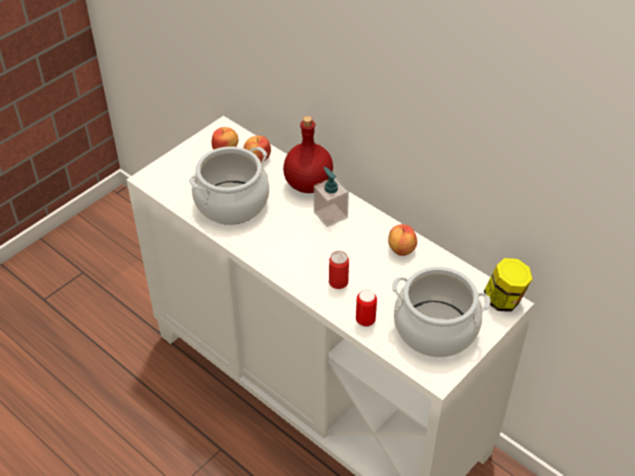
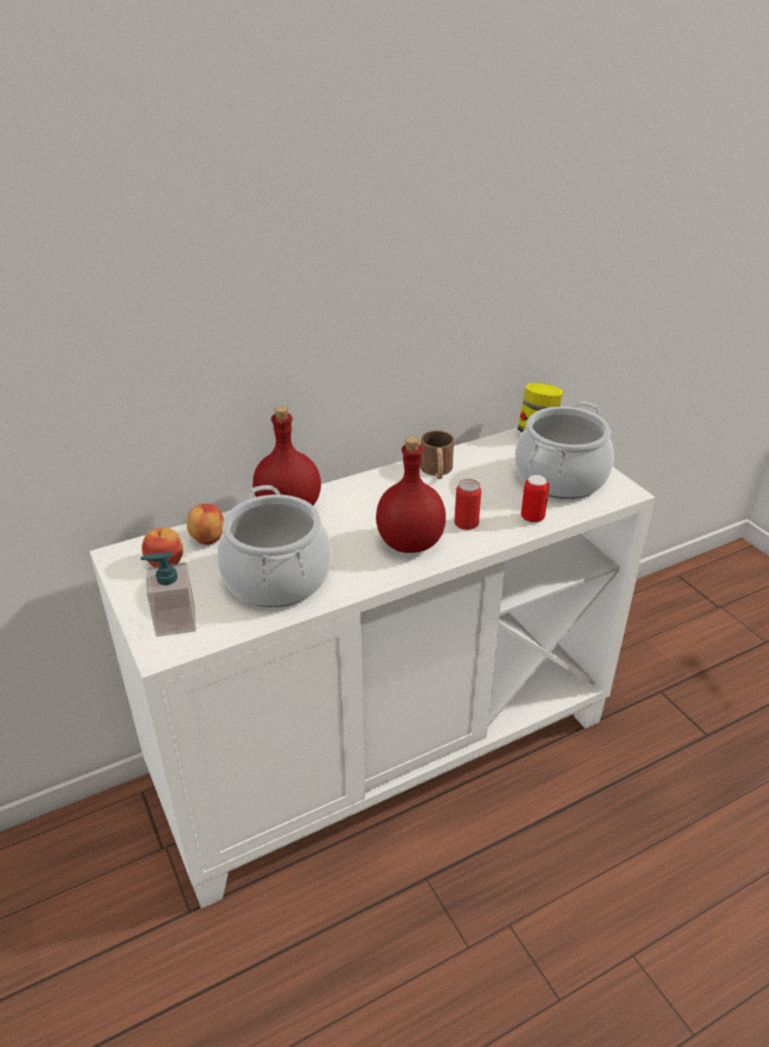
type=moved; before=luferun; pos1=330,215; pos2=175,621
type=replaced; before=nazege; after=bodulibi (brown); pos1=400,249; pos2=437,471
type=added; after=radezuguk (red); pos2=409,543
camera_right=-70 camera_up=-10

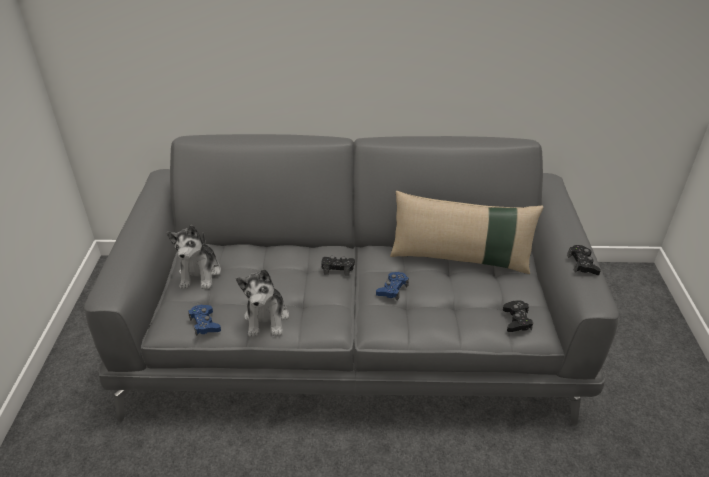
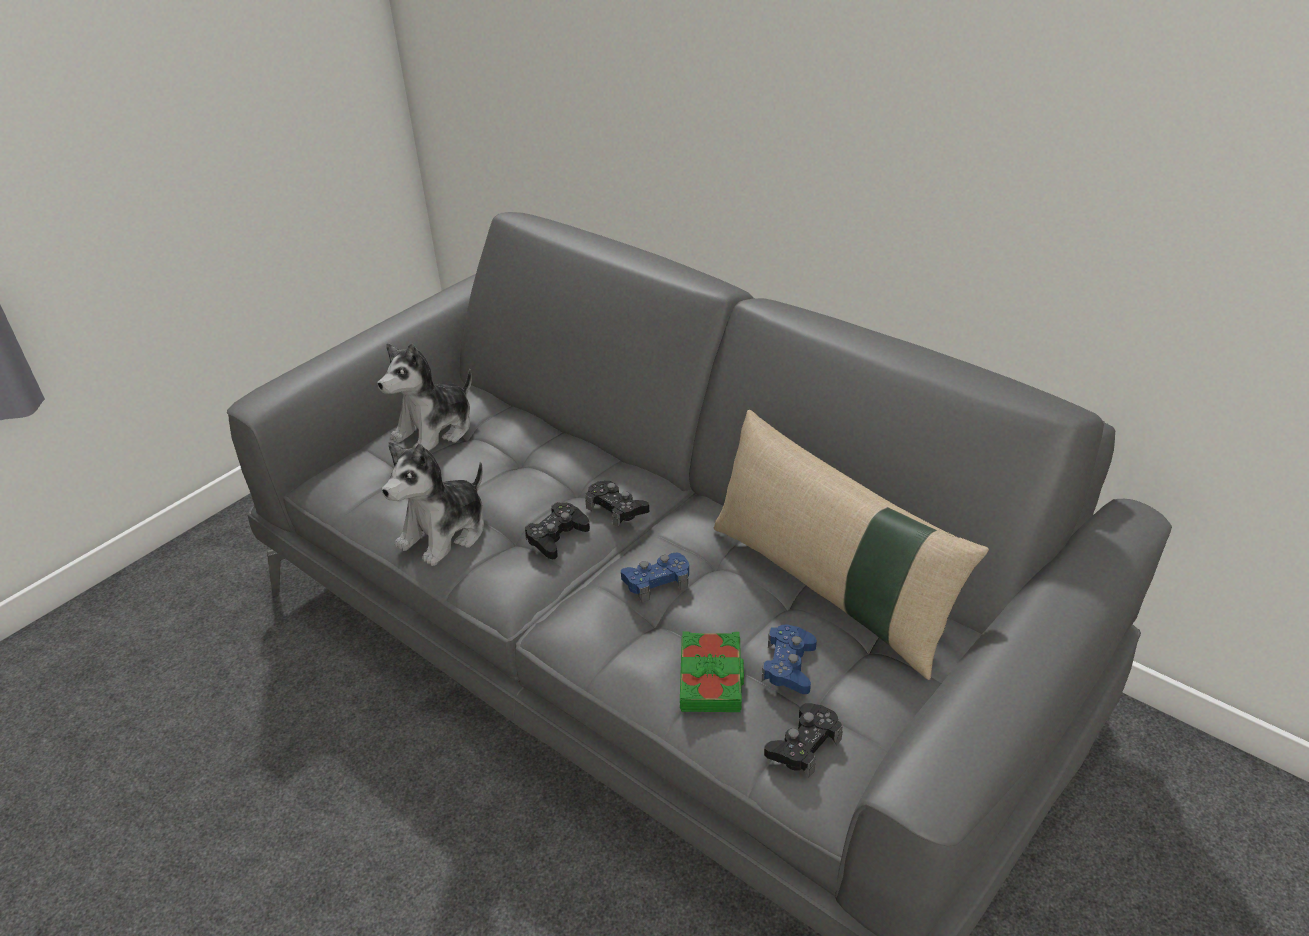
type=moved; before=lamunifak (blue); pos1=205,324; pos2=789,666
type=moved; before=lamunifak (black); pos1=582,264; pos2=557,536
type=added; after=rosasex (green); pos2=712,678
camera_right=40 camera_up=0

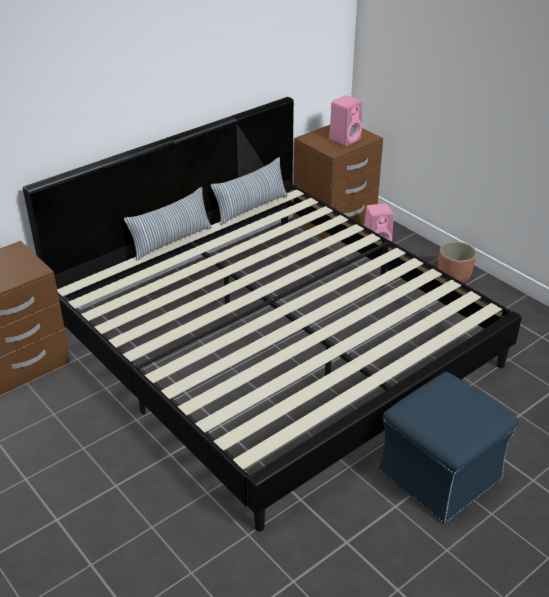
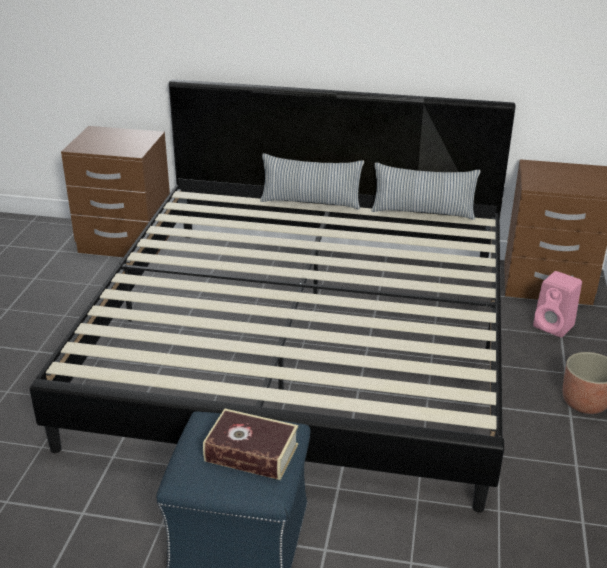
type=removed; before=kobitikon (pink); pos1=345,139
type=added; after=rosasex; pos2=251,453
camera_right=50 camera_up=-5

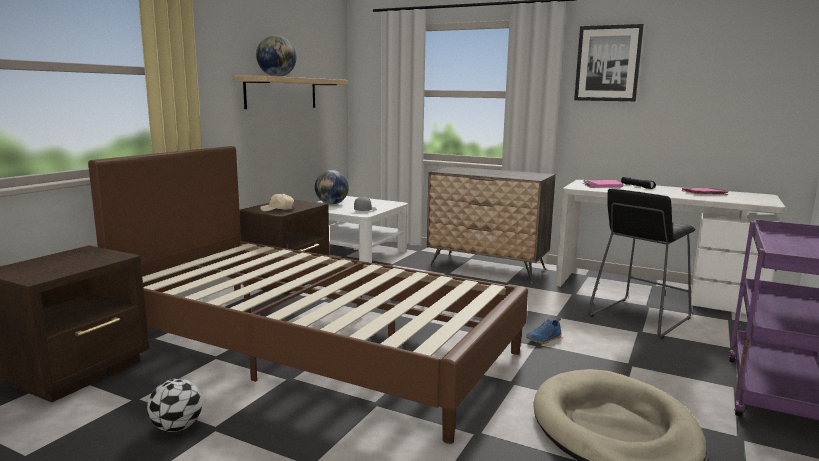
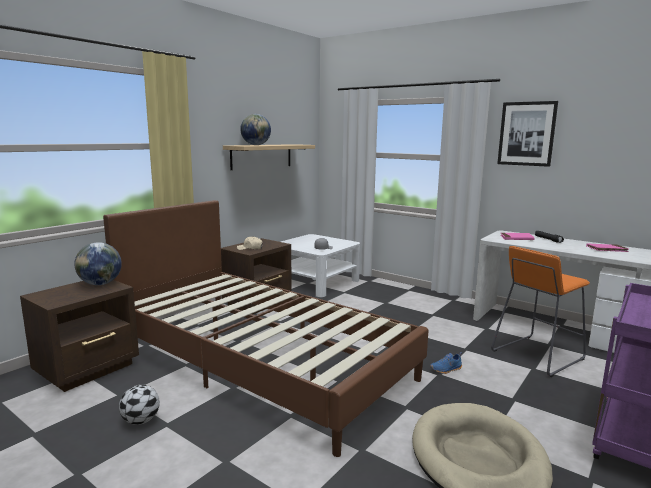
type=moved; before=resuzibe; pos1=332,204; pos2=100,284
type=removed; before=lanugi; pos1=488,268
type=recoloured; before=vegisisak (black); after=vegisisak (orange); pos1=639,318; pos2=537,355
camera_right=10 camera_up=0

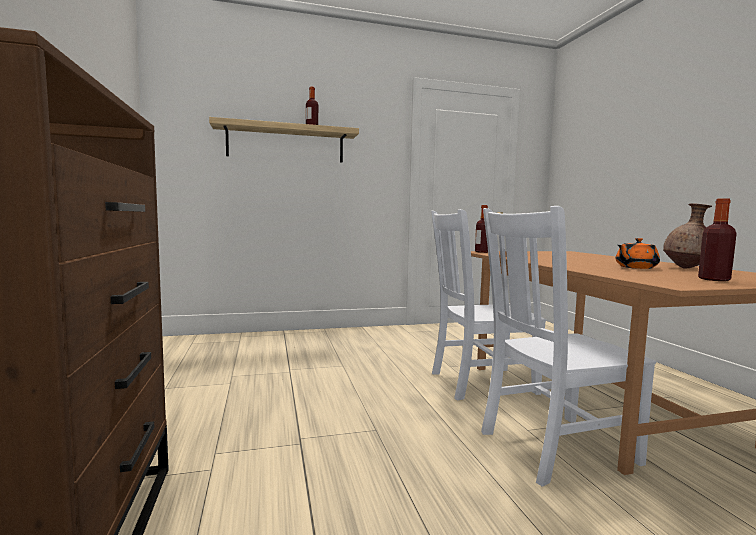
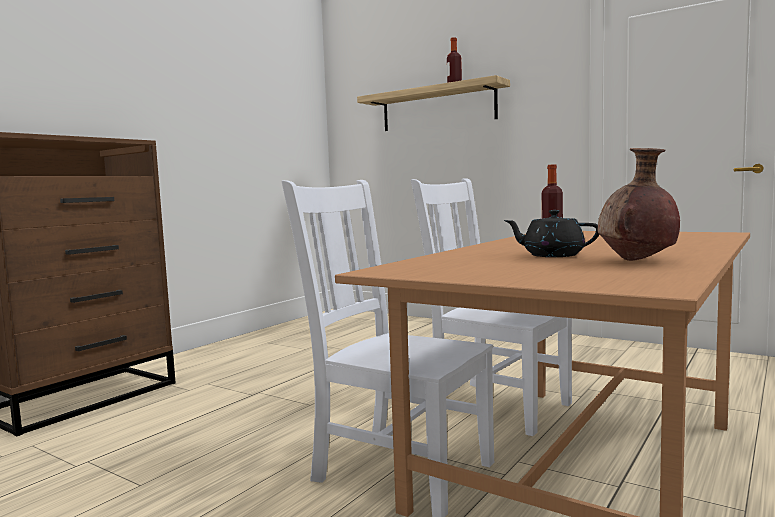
type=recoloured; before=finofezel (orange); after=finofezel (black); pos1=635,267; pos2=552,255
type=removed; before=radezuguk; pos1=714,279
camera_right=50 camera_up=0

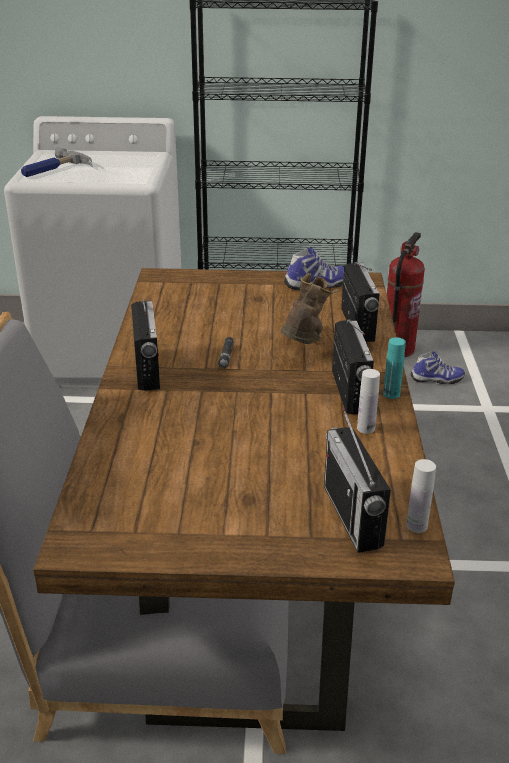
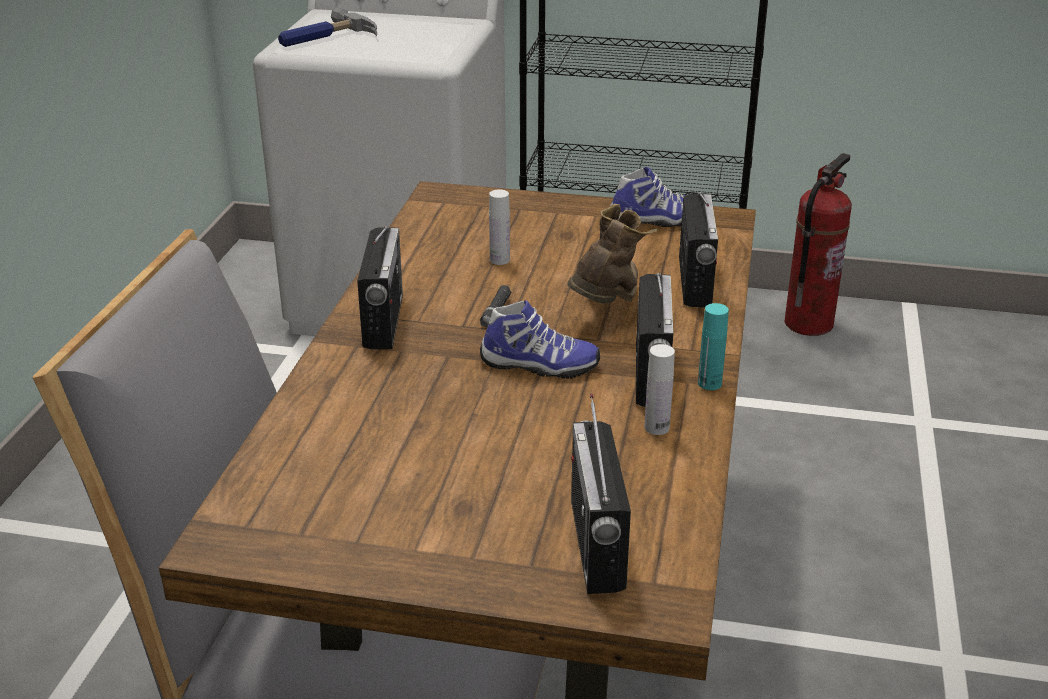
type=moved; before=radezuguk (white); pos1=416,525; pos2=499,260
type=moved; before=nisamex; pos1=437,380; pos2=539,366
camera_right=10 camera_up=0

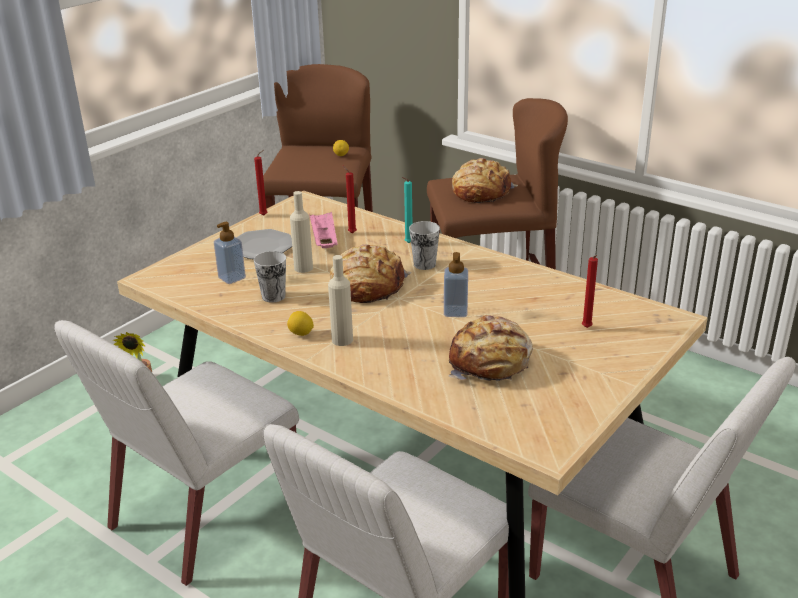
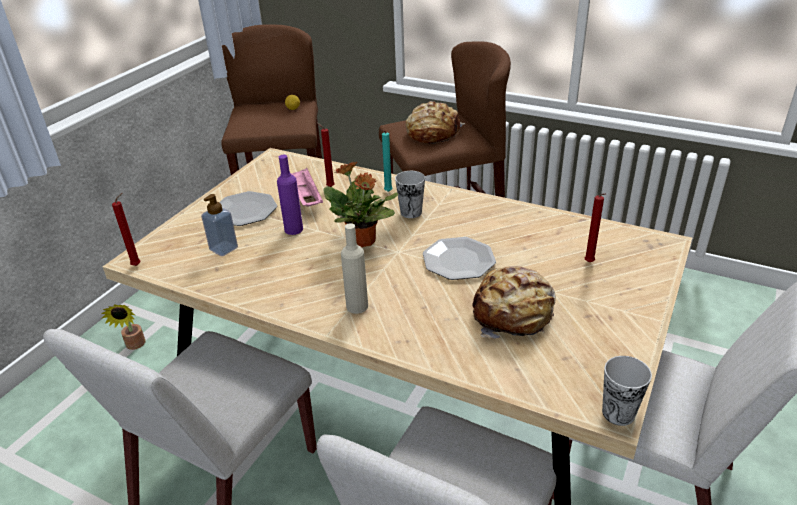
type=moved; before=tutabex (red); pos1=265,215; pos2=138,265
type=moved; before=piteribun; pos1=273,296; pos2=618,413
type=removed; before=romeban; pos1=301,334
type=recoloured; before=radezuguk (beige); after=radezuguk (purple); pos1=303,268; pos2=293,229
type=replaced; before=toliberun; after=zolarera; pos1=367,285; pos2=363,241
type=replaced; before=luferun; after=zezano; pos1=455,311; pos2=458,260
camera_right=-10 camera_up=5

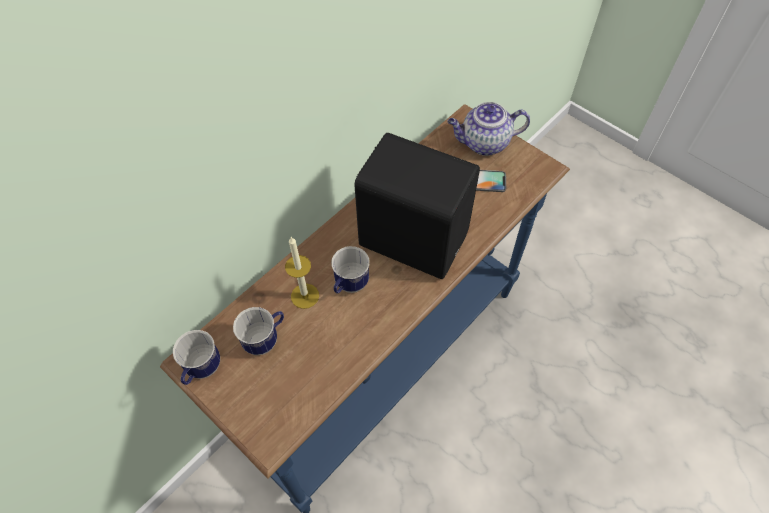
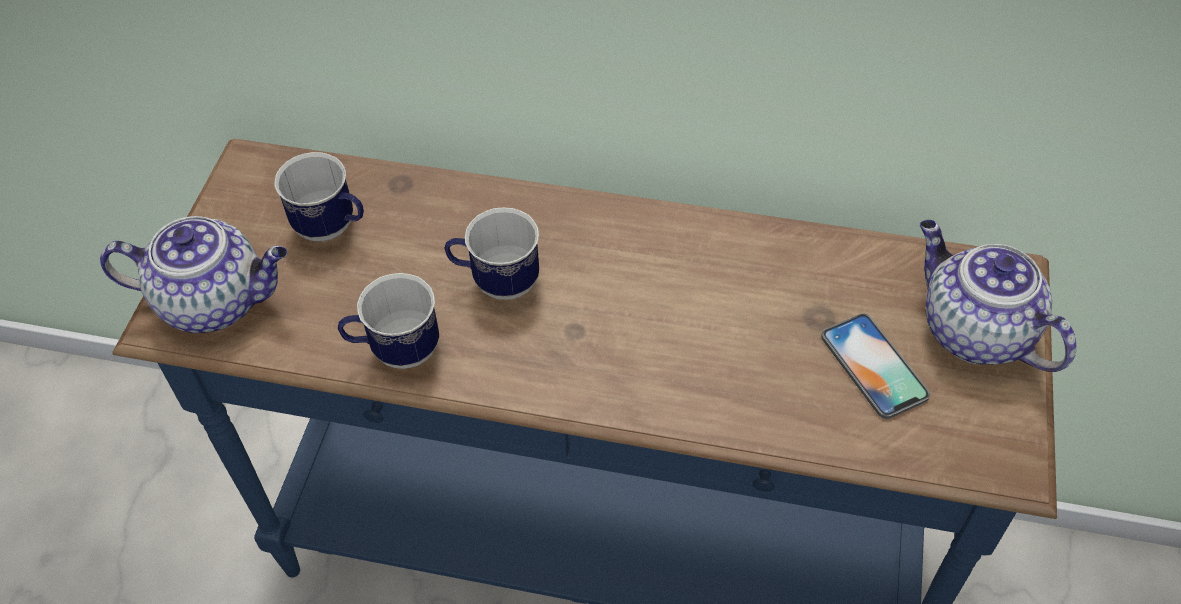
type=moved; before=bodulibi; pos1=201,370; pos2=396,351
type=removed; before=tutabex; pos1=305,296
type=removed; before=kobitikon (black); pos1=413,237
type=added; after=finofezel; pos2=216,301
camera_right=60 camera_up=-5

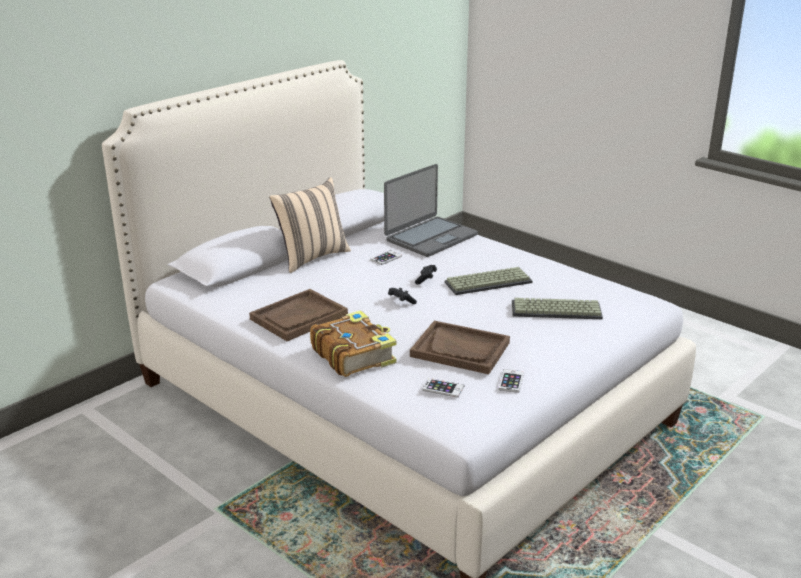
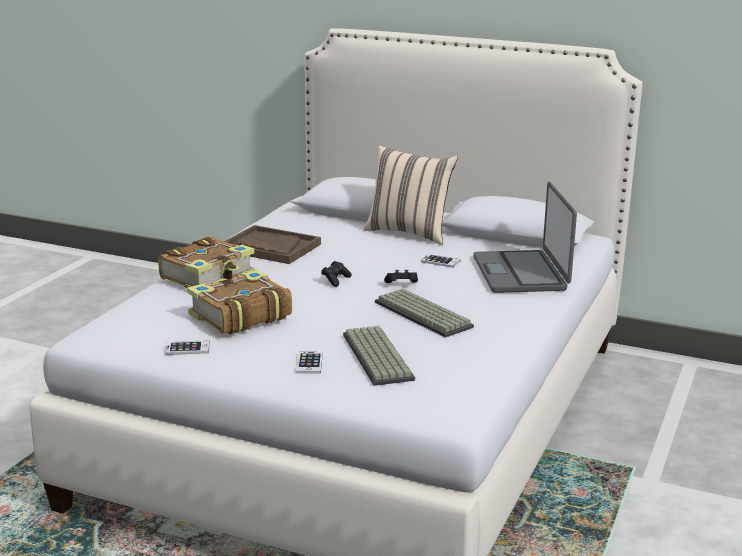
type=turned; before=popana; pos1=430,237; pos2=521,273; turn=60
type=replaced; before=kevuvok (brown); after=rosasex; pos1=460,349; pos2=239,316
type=moved; before=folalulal; pos1=443,388; pos2=309,363
camera_right=70 camera_up=-5

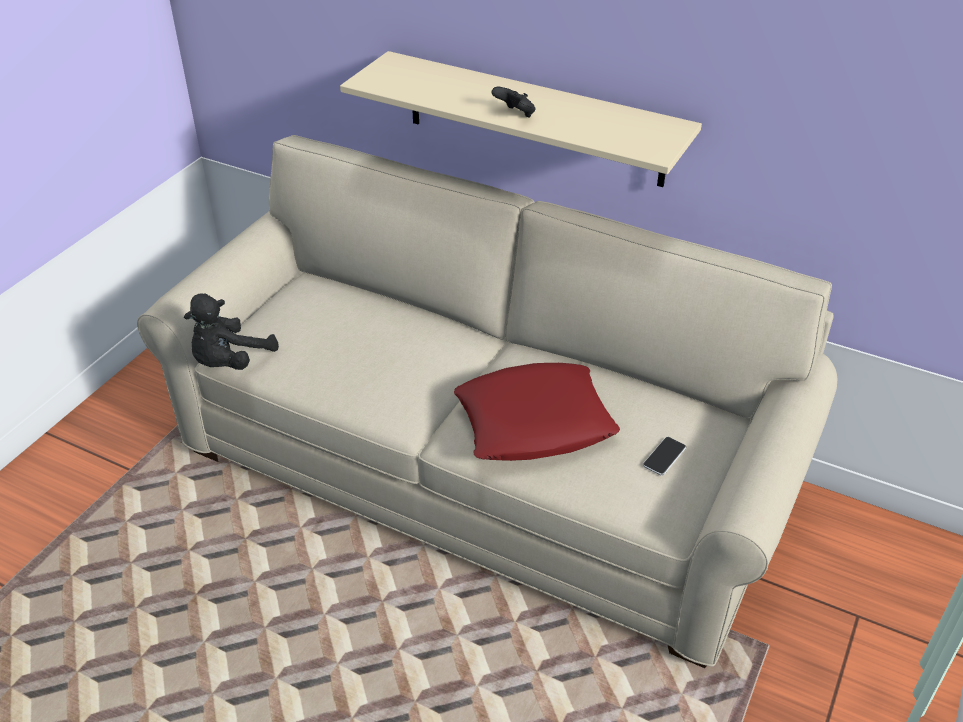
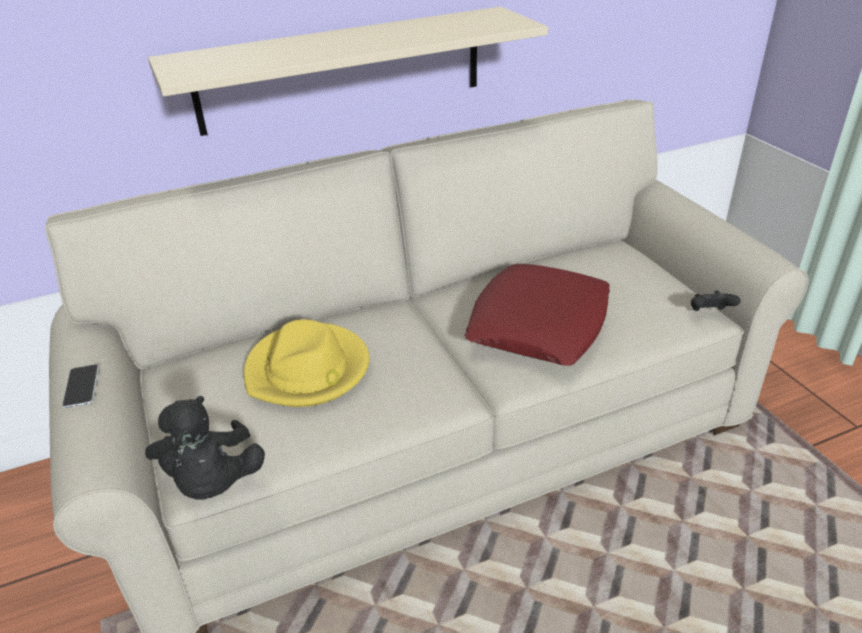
type=moved; before=lamunifak (black); pos1=515,115; pos2=709,313
type=moved; before=folalulal; pos1=664,457; pos2=82,387
type=added; after=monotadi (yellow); pos2=308,370
camera_right=-50 camera_up=-5

